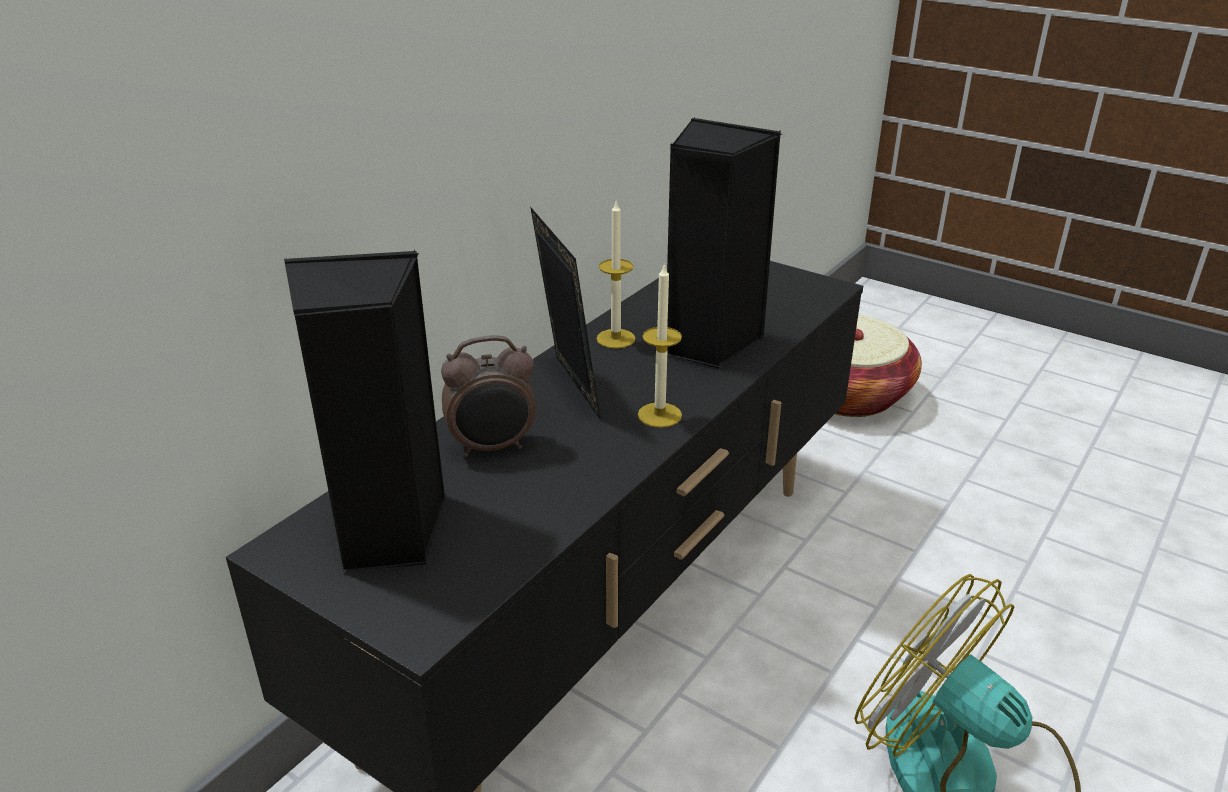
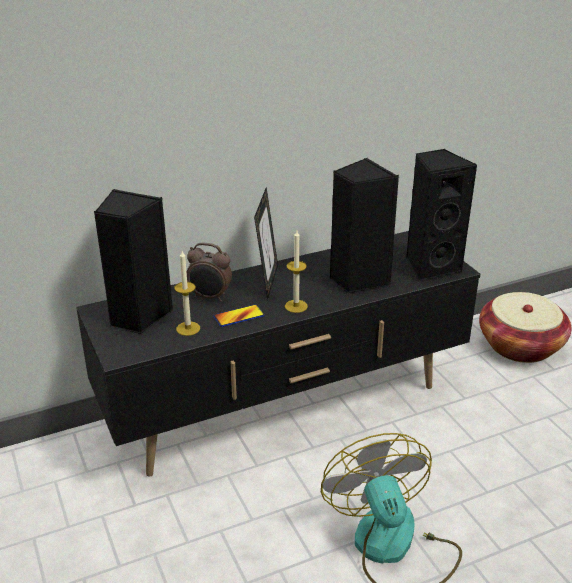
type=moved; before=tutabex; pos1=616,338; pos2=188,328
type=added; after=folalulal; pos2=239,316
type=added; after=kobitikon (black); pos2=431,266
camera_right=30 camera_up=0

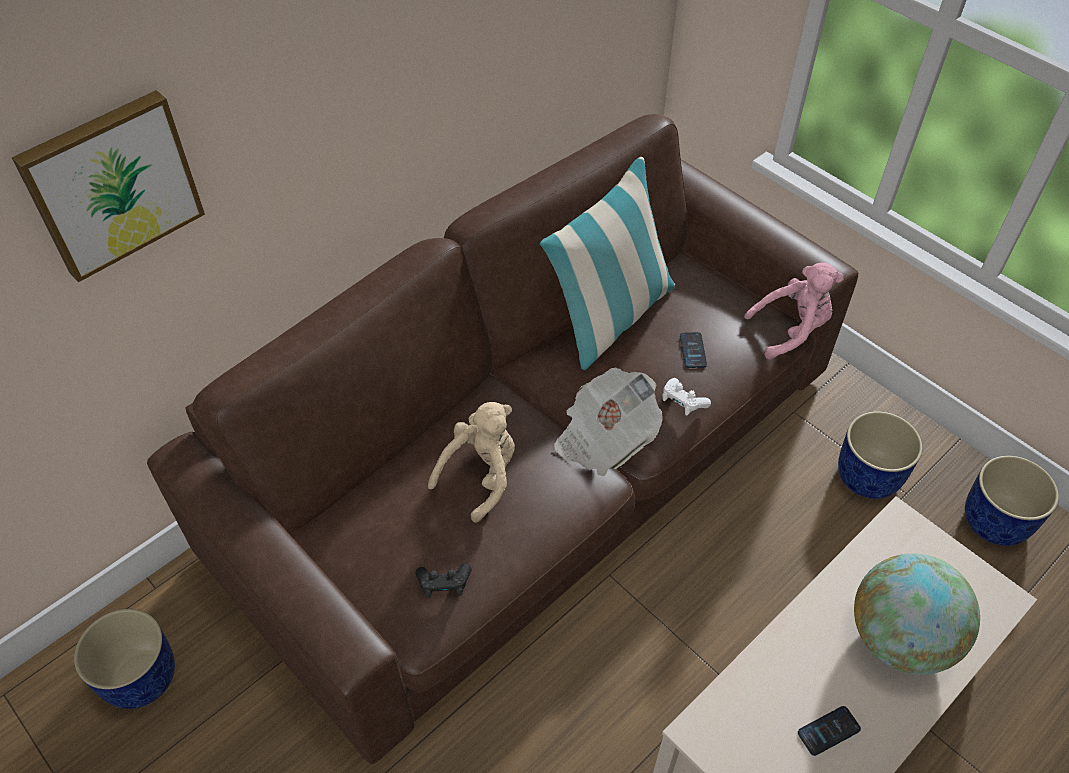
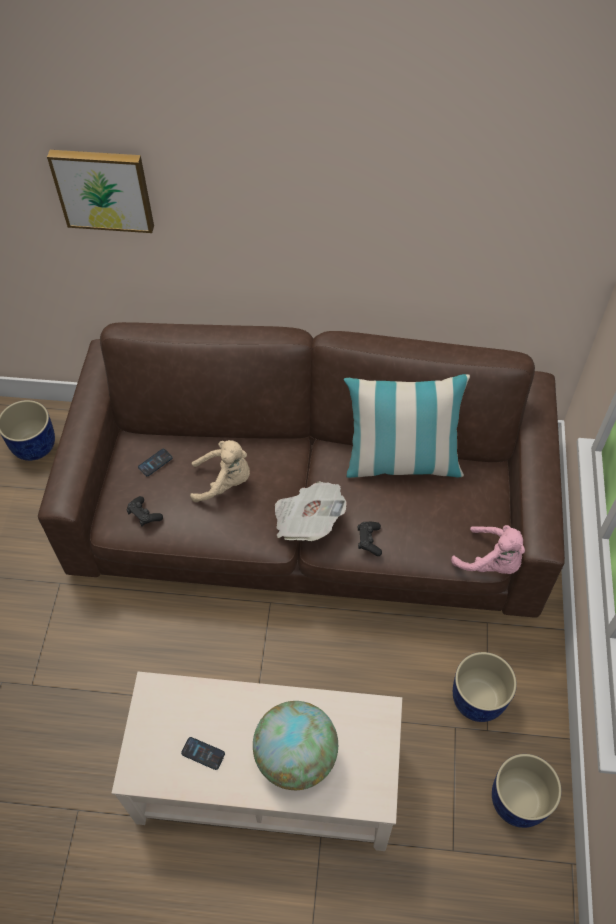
type=recoloured; before=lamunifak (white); after=lamunifak (black); pos1=683,402; pos2=369,541
type=moved; before=folalulal; pos1=693,350; pos2=155,462
camera_right=50 camera_up=5

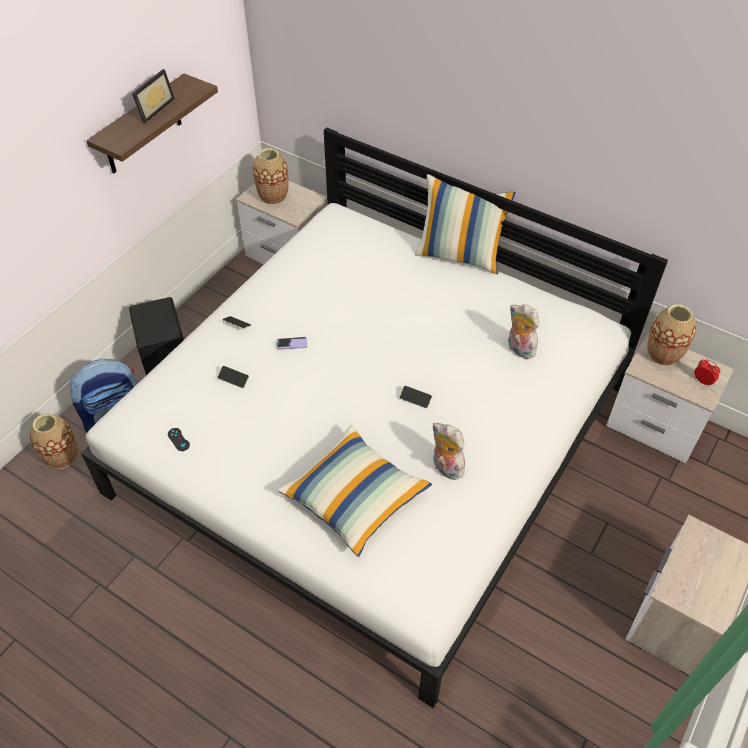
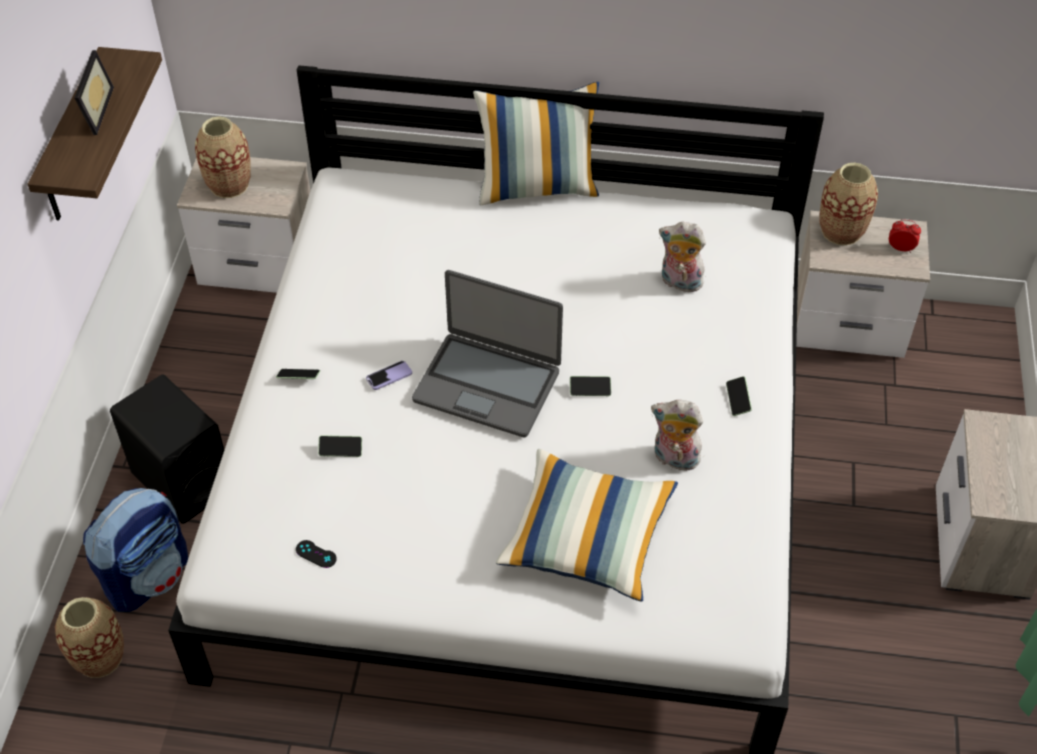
type=added; after=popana; pos2=487,384
type=added; after=folalulal; pos2=738,400
camera_right=-25 camera_up=0

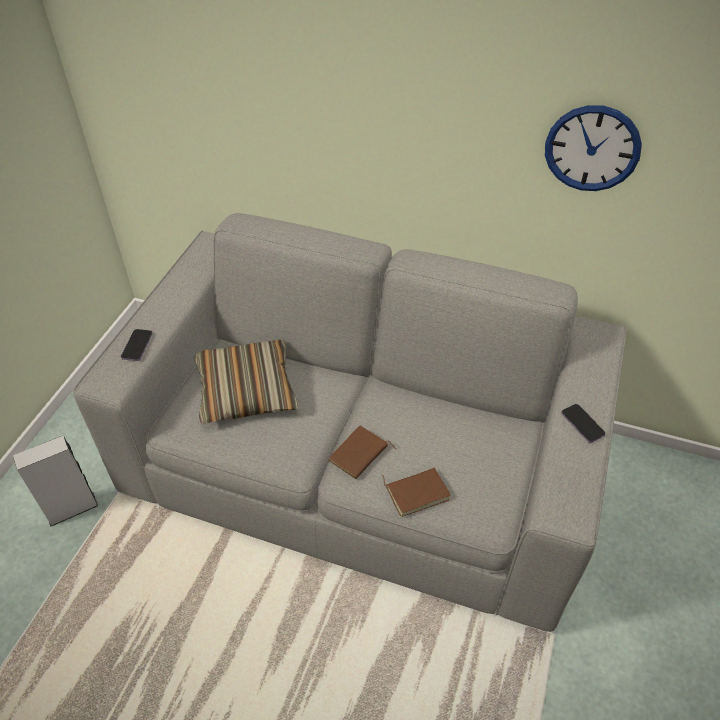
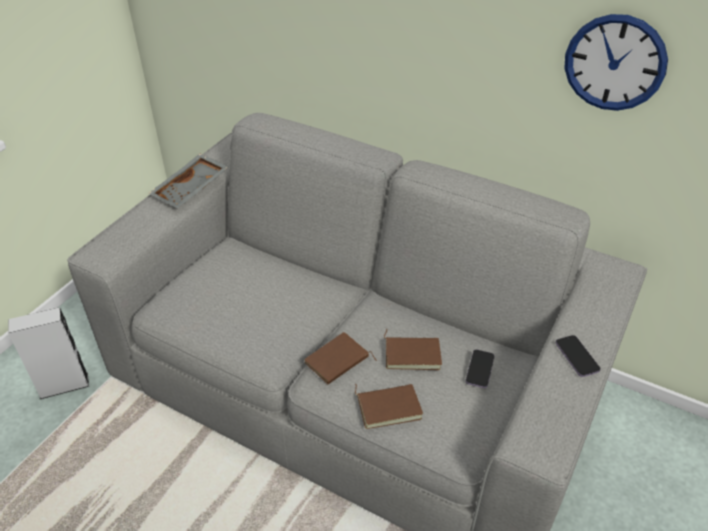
type=moved; before=folalulal; pos1=137,346; pos2=479,369
type=removed; before=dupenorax; pos1=246,390
type=added; after=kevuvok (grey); pos2=191,189
type=added; after=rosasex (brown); pos2=412,354
camera_right=10 camera_up=-5

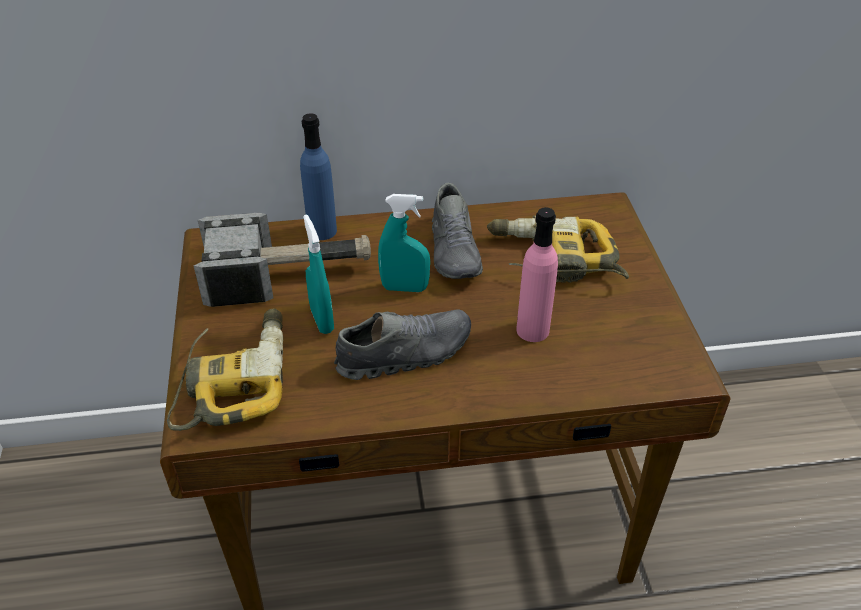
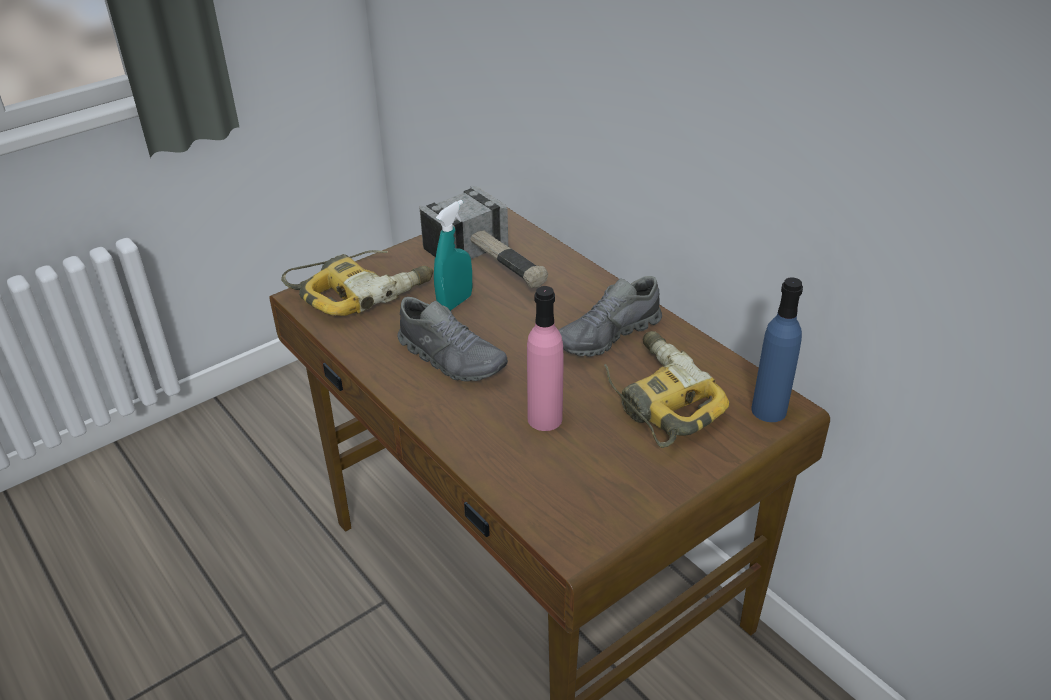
type=moved; before=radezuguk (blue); pos1=322,231; pos2=769,410
type=removed; before=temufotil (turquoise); pos1=404,288
camera_right=60 camera_up=-5

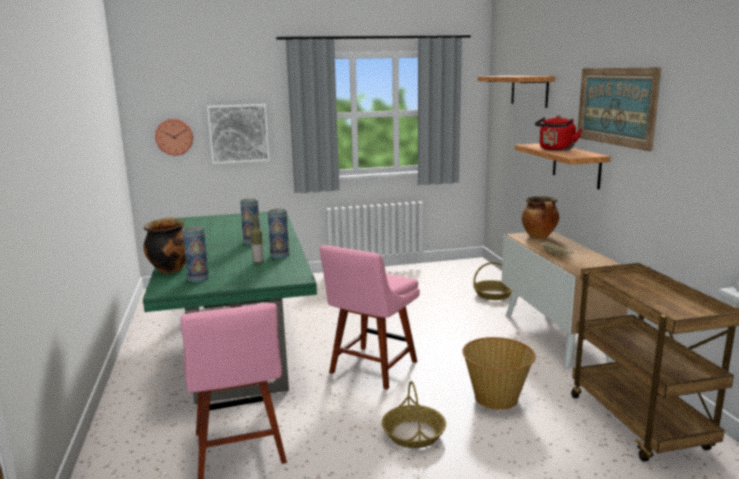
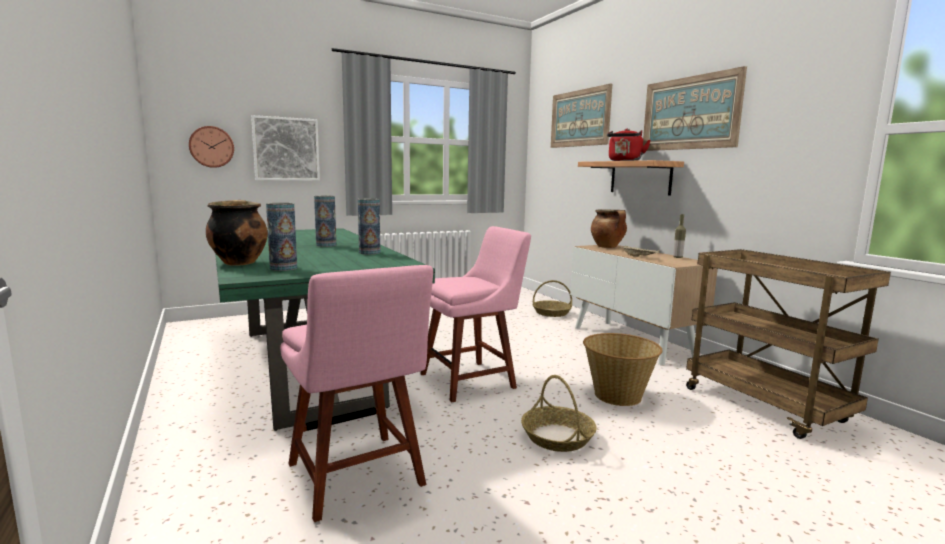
type=moved; before=radezuguk; pos1=258,262; pos2=677,257
type=turned; before=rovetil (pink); pos1=371,369; pos2=472,380; turn=-135
type=replaced; before=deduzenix; after=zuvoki; pos1=529,90; pos2=579,118
camera_right=-15 camera_up=-5

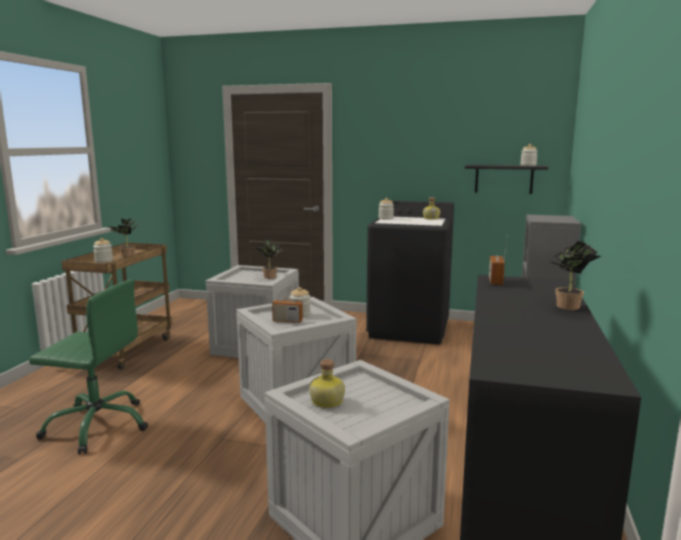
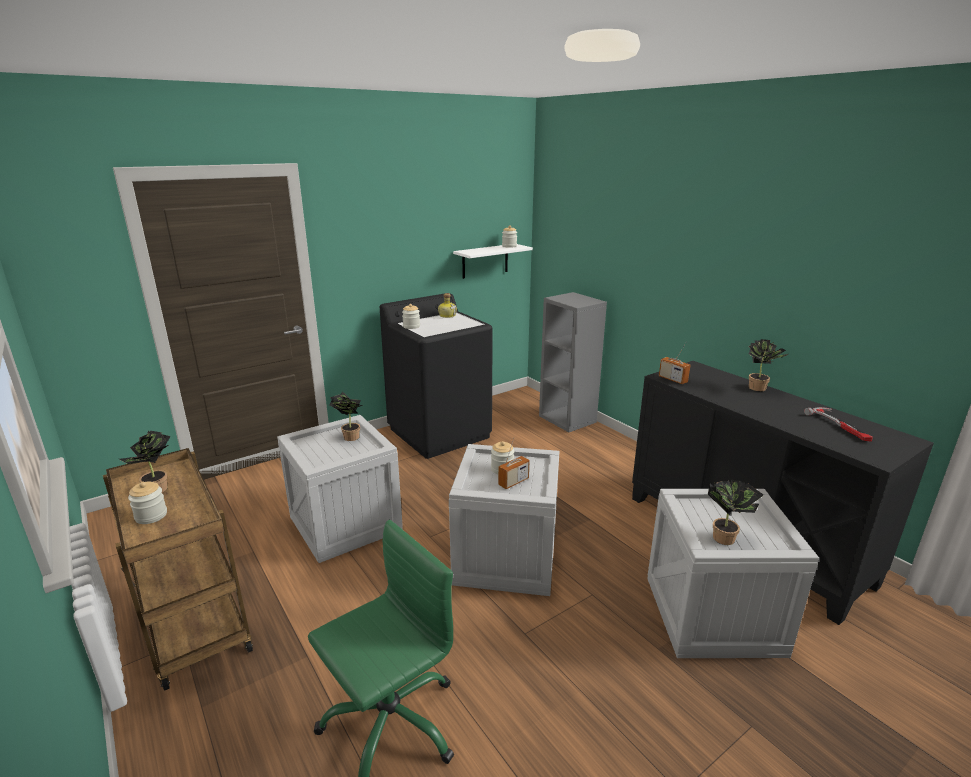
type=replaced; before=radezuguk; after=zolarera; pos1=327,402; pos2=725,537
type=recoloured; before=deduzenix (black); after=deduzenix (white); pos1=504,179; pos2=485,261
type=added; after=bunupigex; pos2=840,426
camera_right=-50 camera_up=10

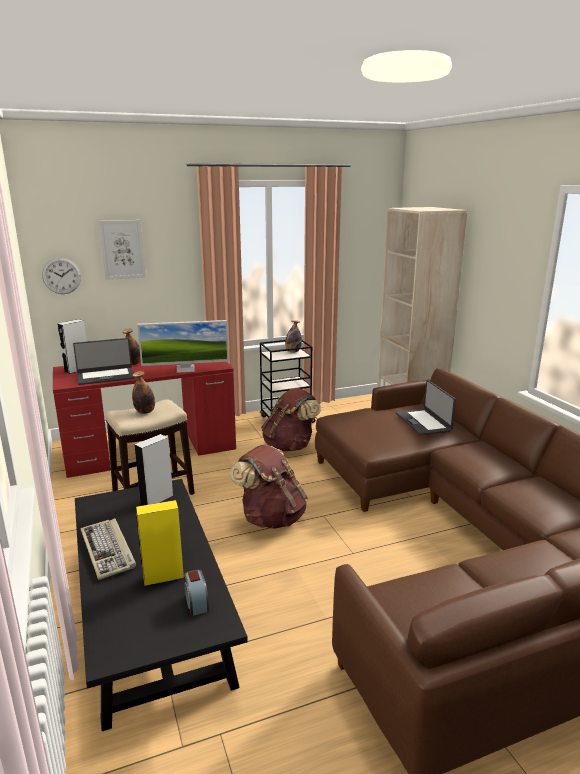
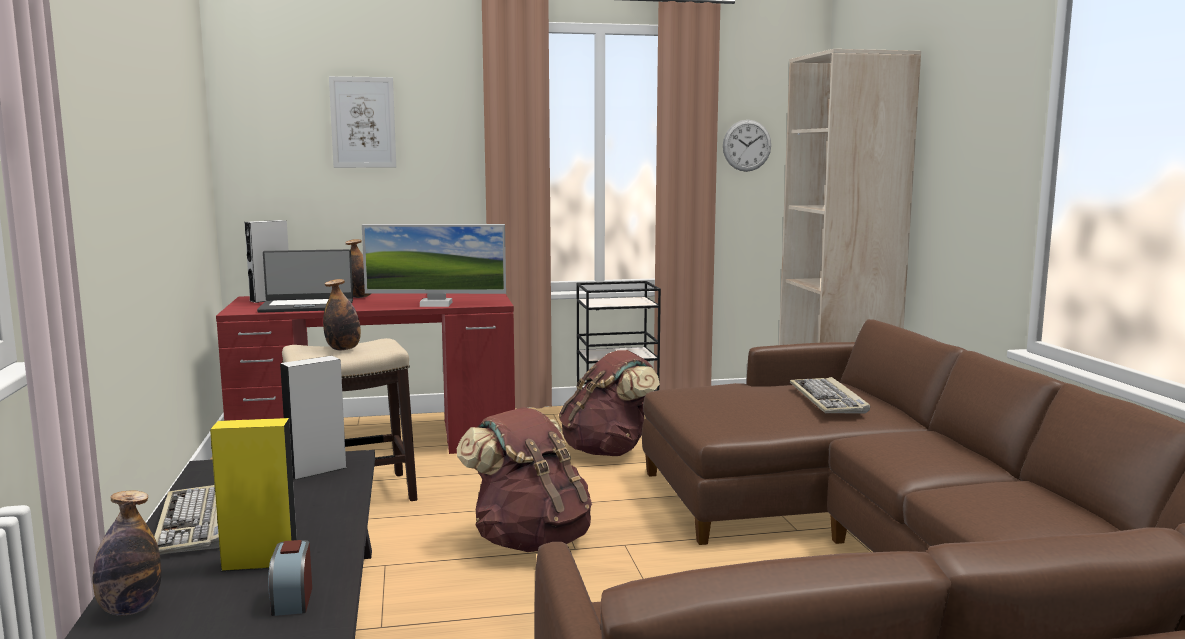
type=moved; before=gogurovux; pos1=61,276; pos2=747,145
type=moved; before=radezuguk; pos1=293,351; pos2=130,609
type=replaced; before=popana; after=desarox; pos1=423,422; pos2=829,400
camera_right=10 camera_up=-10

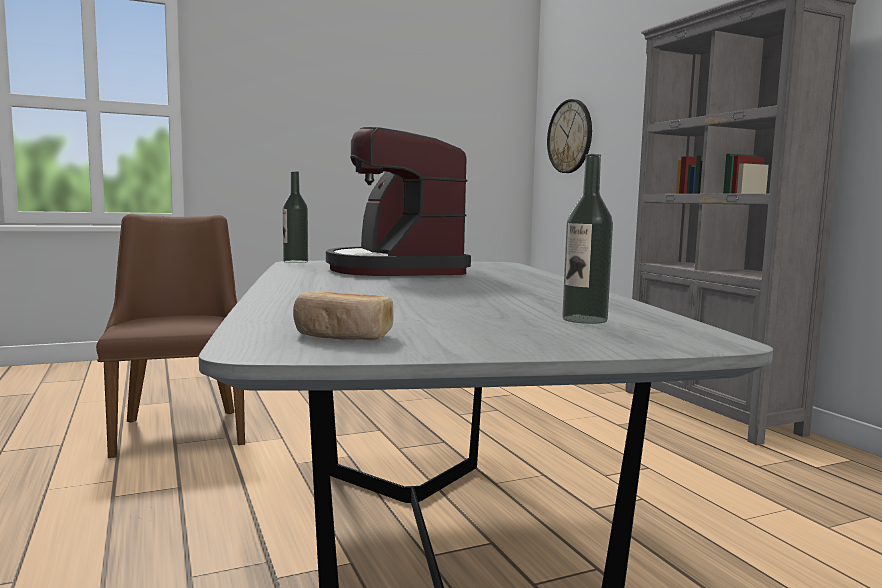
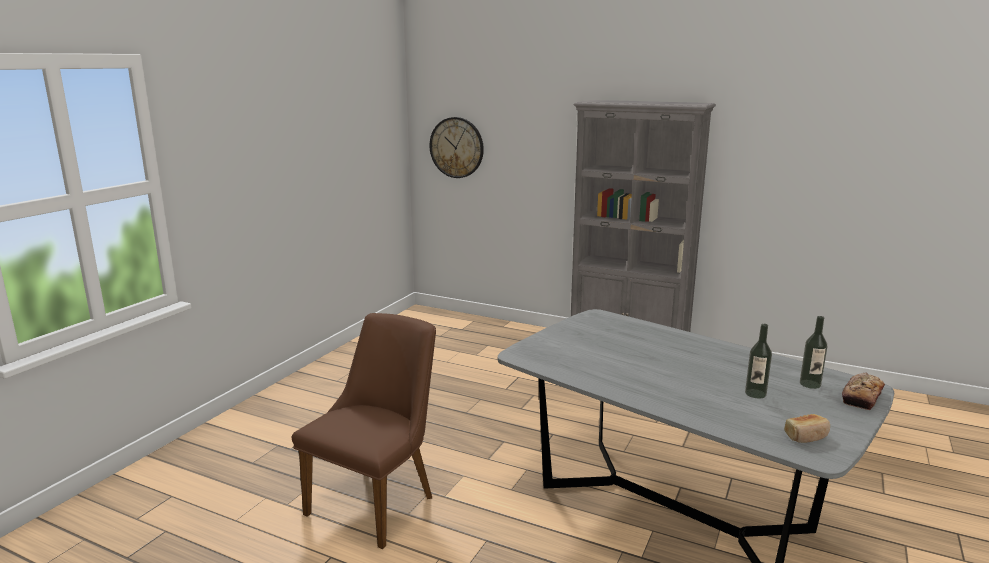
type=turned; before=rovetil (brown); pos1=181,427; pos2=379,500; turn=90
type=moved; before=radezuguk; pos1=295,261; pos2=755,393
type=removed; before=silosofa; pos1=395,269
type=added; after=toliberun; pos2=862,397
camera_right=-40 camera_up=10

